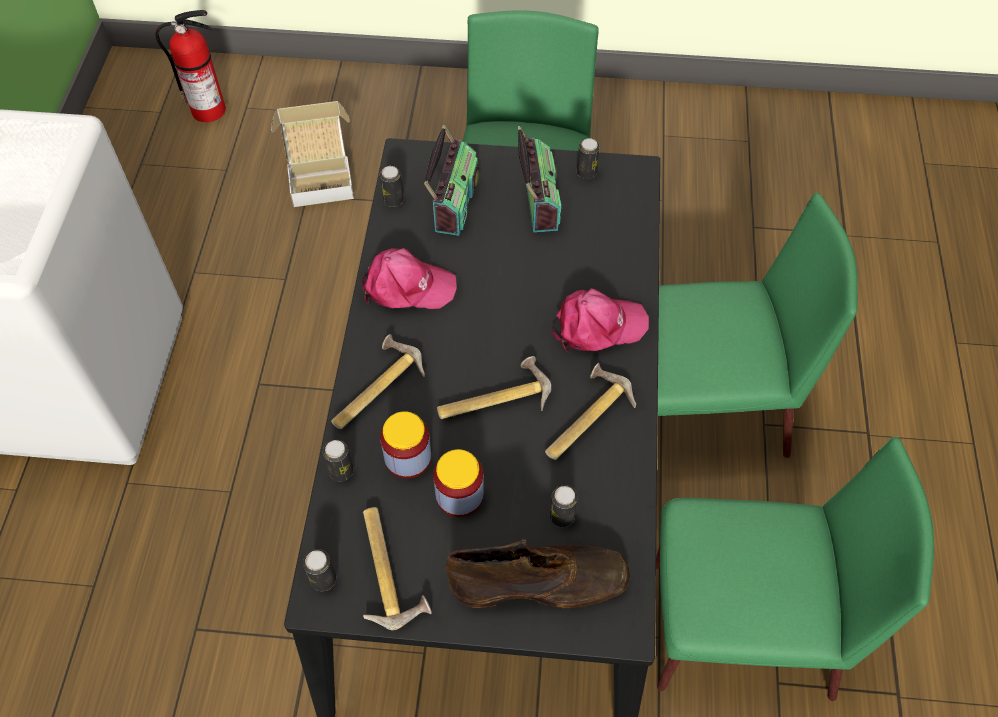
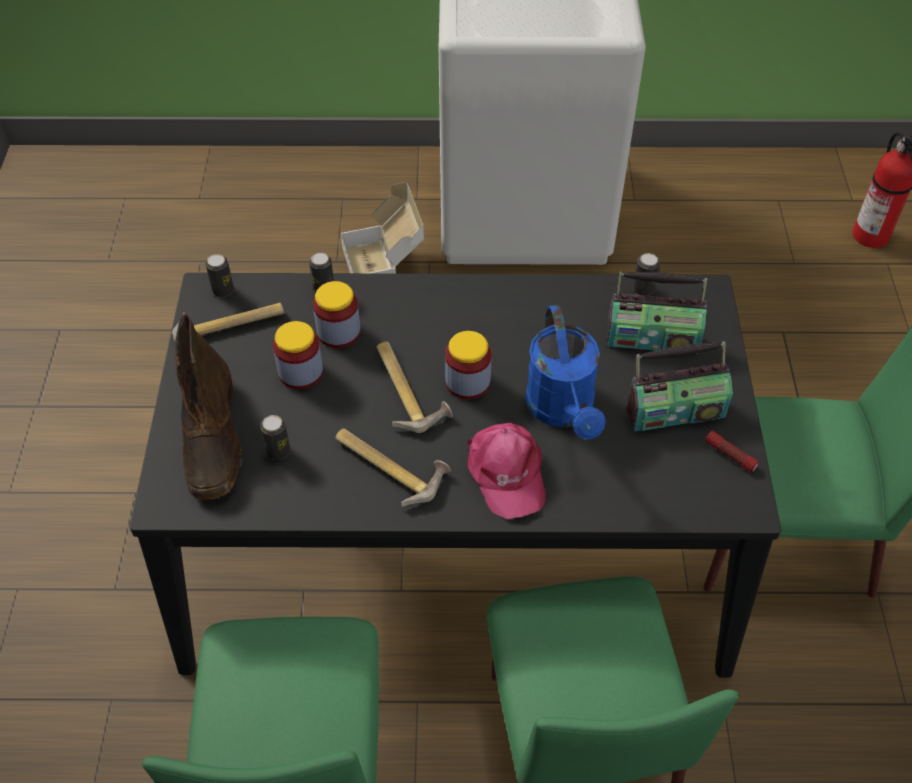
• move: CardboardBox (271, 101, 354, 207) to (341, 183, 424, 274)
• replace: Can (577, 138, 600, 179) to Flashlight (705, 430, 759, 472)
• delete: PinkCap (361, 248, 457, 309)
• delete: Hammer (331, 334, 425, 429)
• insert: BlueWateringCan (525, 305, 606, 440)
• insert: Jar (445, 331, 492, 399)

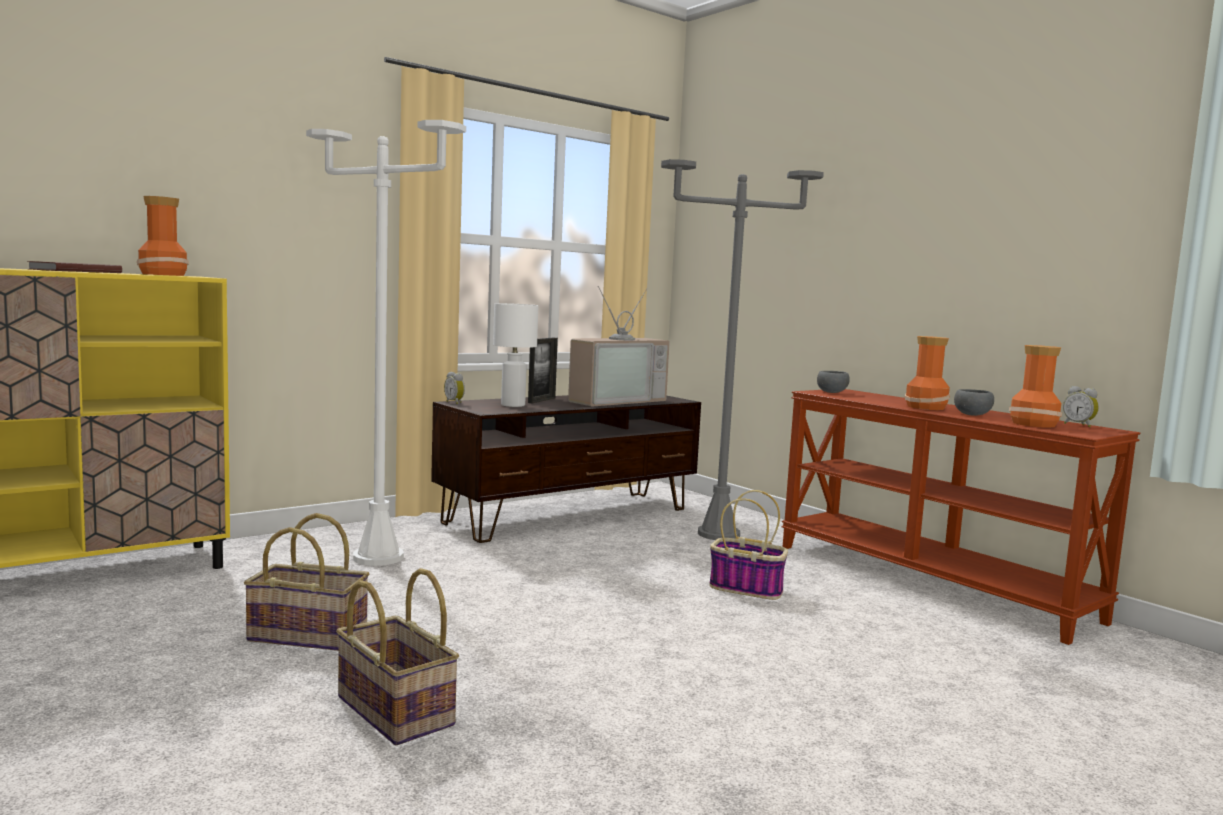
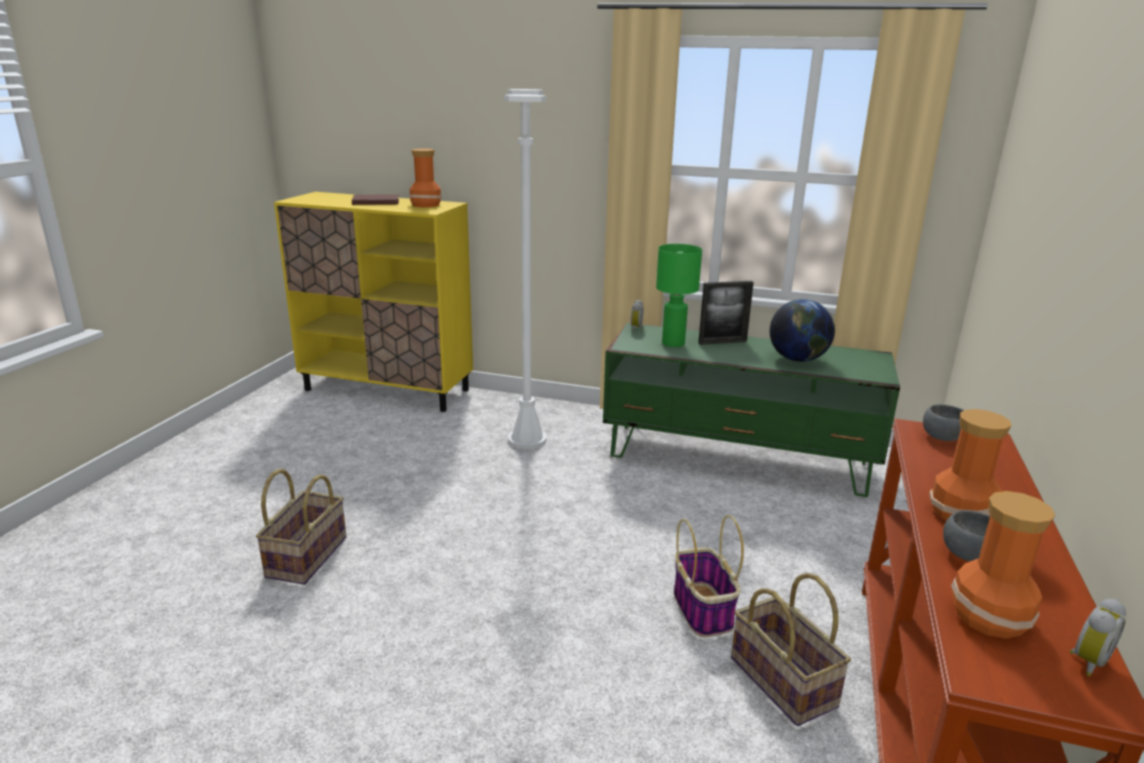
• delete: GreyFloorLamp (661, 159, 824, 540)
• replace: Television (568, 286, 670, 407) to Globe (770, 299, 835, 362)
• recolor: WhiteTableLamp (493, 303, 538, 407) to GreenTableLamp (656, 244, 702, 347)
• rotate: AlarmClock (1063, 386, 1099, 427) = (1069, 599, 1126, 676) 150 degrees counterclockwise
• recolor: BrownTvStand (431, 395, 701, 543) to GreenTvStand (603, 323, 900, 497)
• move: Basket (244, 513, 370, 651) to (731, 573, 851, 726)

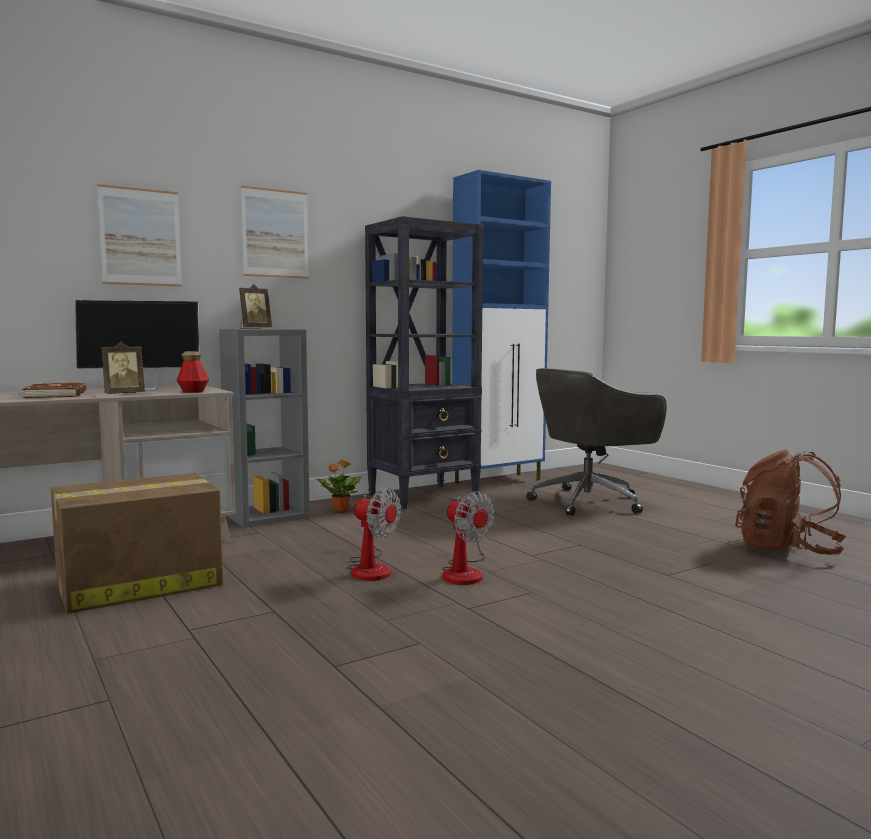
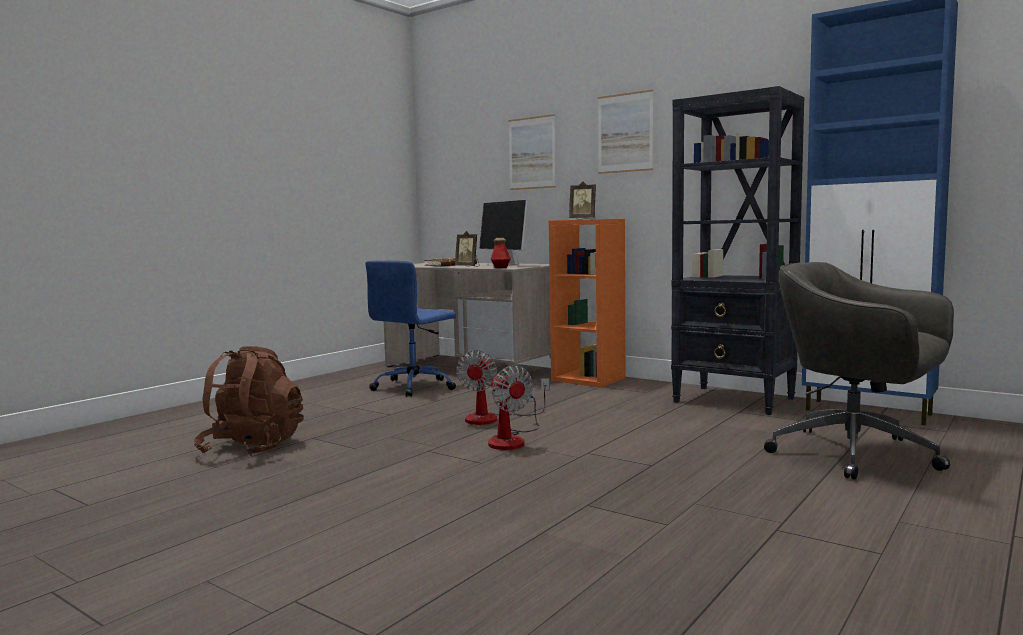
• recolor: GreyBookcase (219, 329, 310, 528) to OrangeBookcase (549, 219, 625, 387)
• move: BrownBackpack (735, 449, 846, 555) to (194, 346, 304, 456)
• delete: PottedPlant (317, 460, 362, 512)
• replace: CardboardBox (51, 473, 223, 614) to BlueOfficeChair (365, 260, 456, 397)
• rotate: Fan (442, 491, 494, 585) = (488, 365, 539, 450) 60 degrees counterclockwise

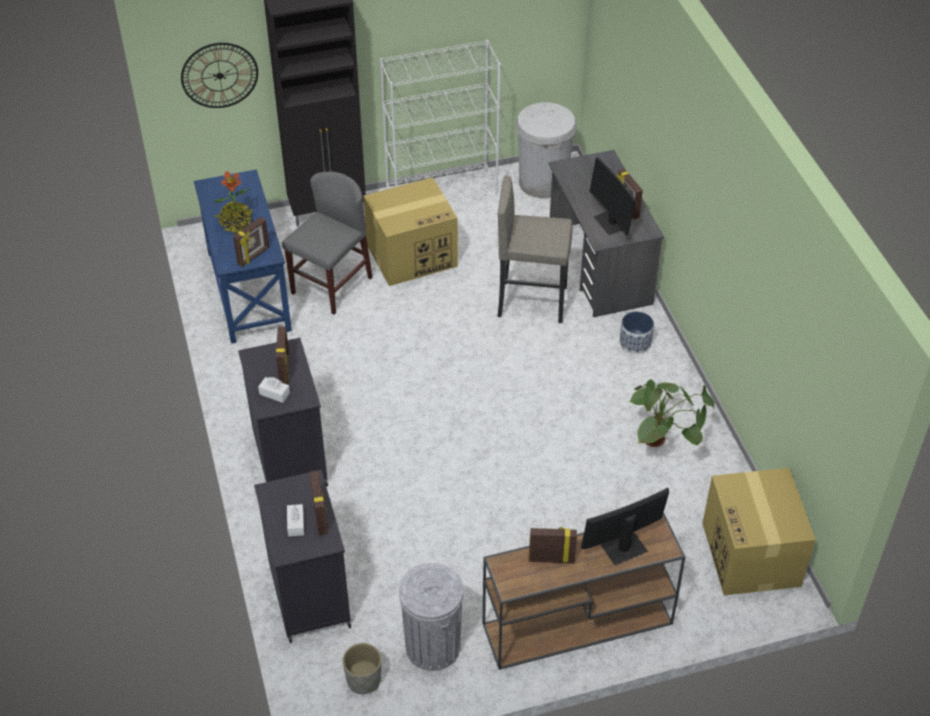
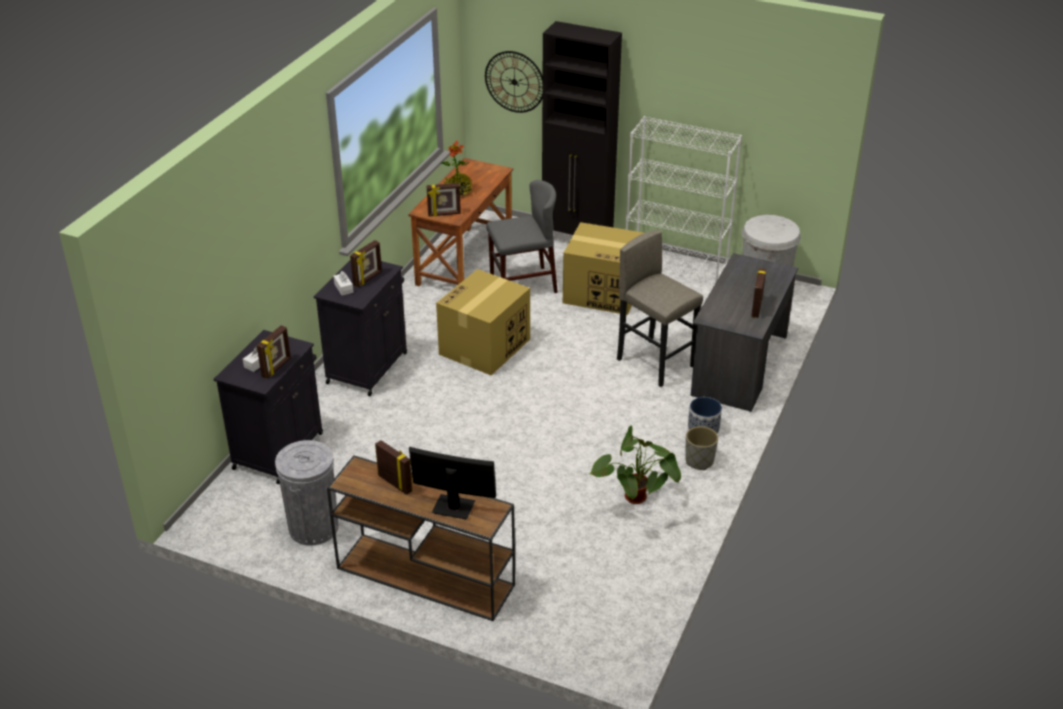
• delete: Monitor (589, 157, 636, 235)
• recolor: BlueDesk (194, 169, 292, 344) to BrownDesk (408, 158, 513, 286)
• move: CardboardBox (702, 468, 816, 595) to (436, 269, 530, 375)
• move: GreyPlanter (343, 643, 381, 694) to (685, 426, 718, 470)

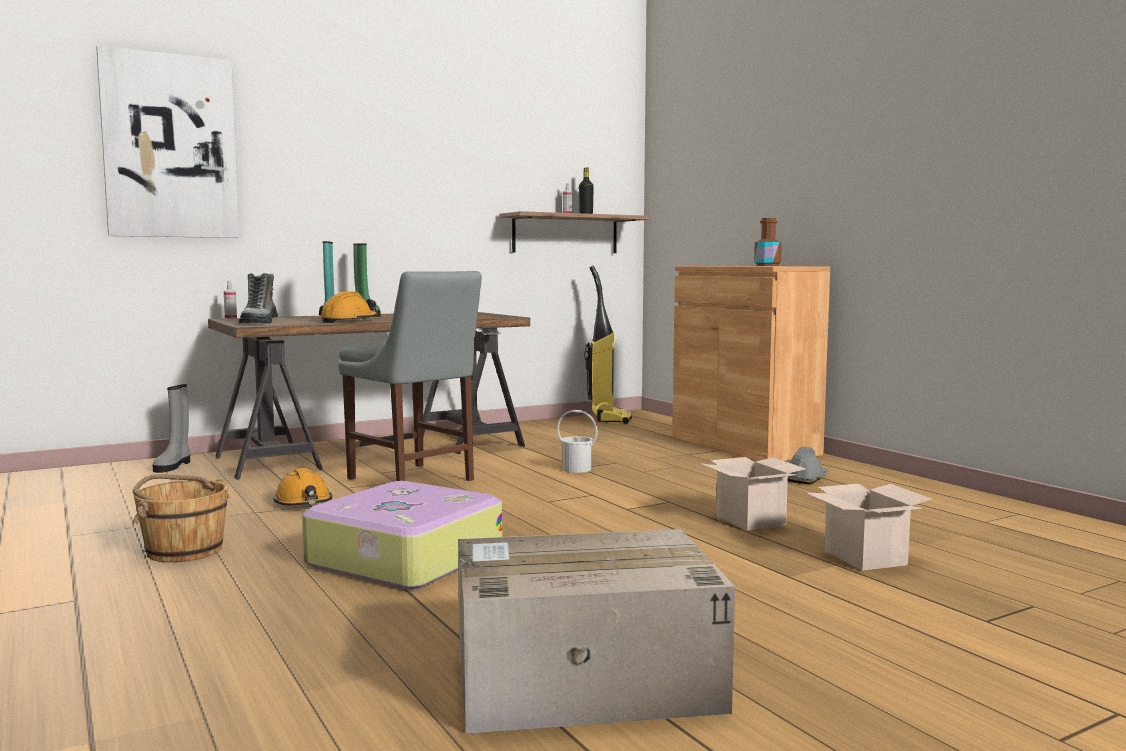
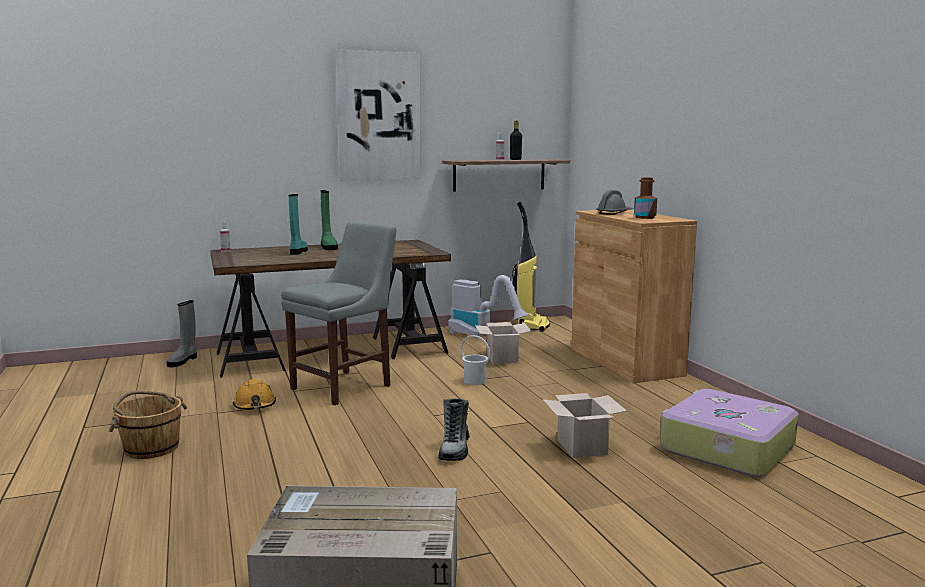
• move: Picture (96, 45, 240, 238) to (335, 50, 422, 180)
• rotate: GreyChair (338, 271, 482, 481) = (281, 222, 396, 405) 105 degrees counterclockwise
• move: Boot (239, 273, 278, 323) to (438, 398, 470, 461)
• delete: OrangeHardHat (319, 291, 378, 323)
• move: GreyHardHat (788, 447, 829, 484) to (596, 190, 633, 215)
• move: Suitcase (302, 481, 502, 589) to (660, 389, 799, 477)
• move: CardboardBox (806, 484, 932, 571) to (475, 322, 531, 364)
• insert: VacuumCleaner (448, 275, 529, 338)

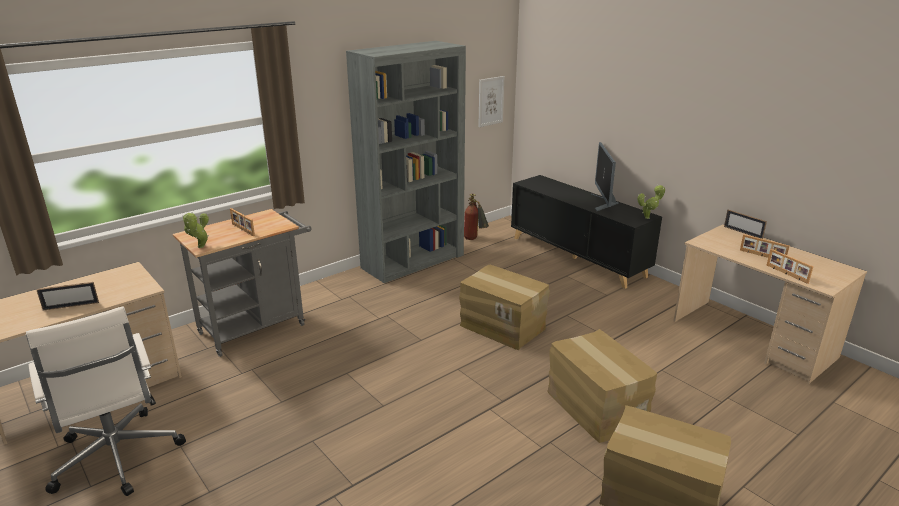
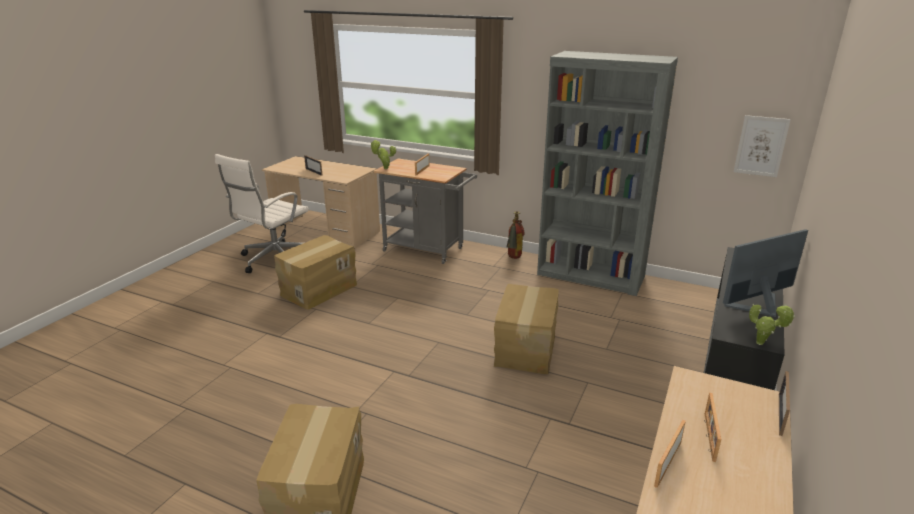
• move: FireExtinguisher (464, 194, 489, 240) to (507, 212, 525, 259)
• move: CardboardBox (547, 329, 657, 443) to (274, 235, 357, 310)

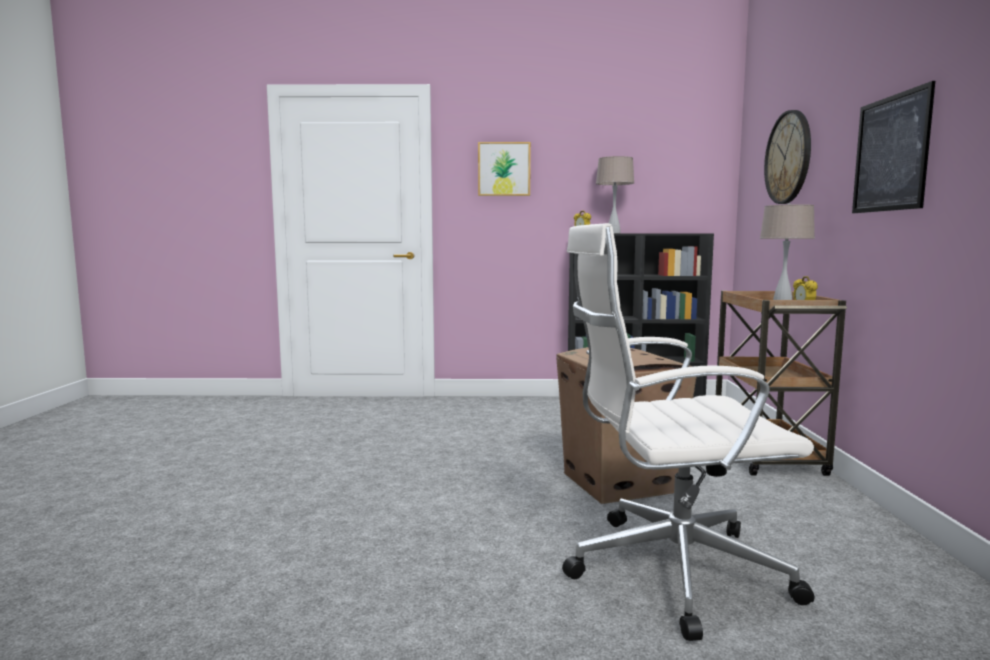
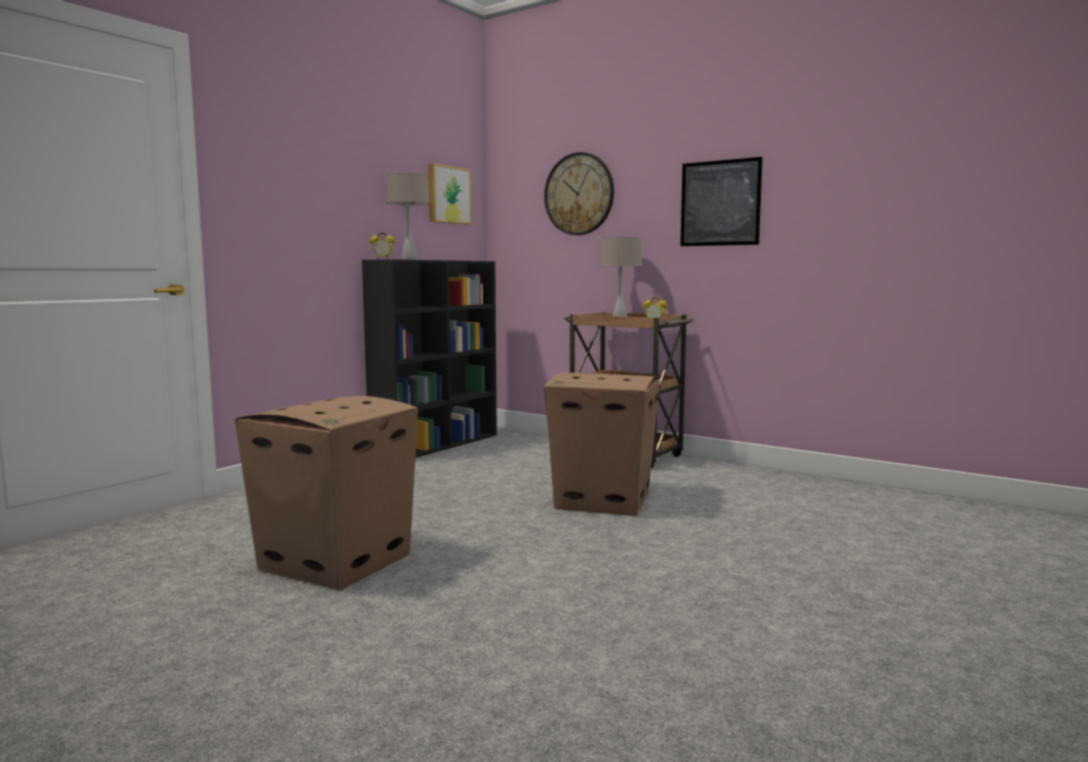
• move: Picture (478, 142, 531, 196) to (428, 163, 472, 225)
• delete: WhiteOfficeChair (562, 223, 815, 641)
• insert: CardboardBox (234, 396, 418, 591)

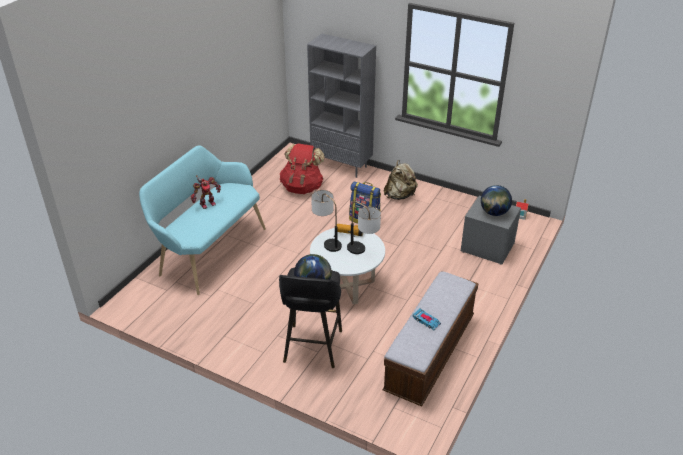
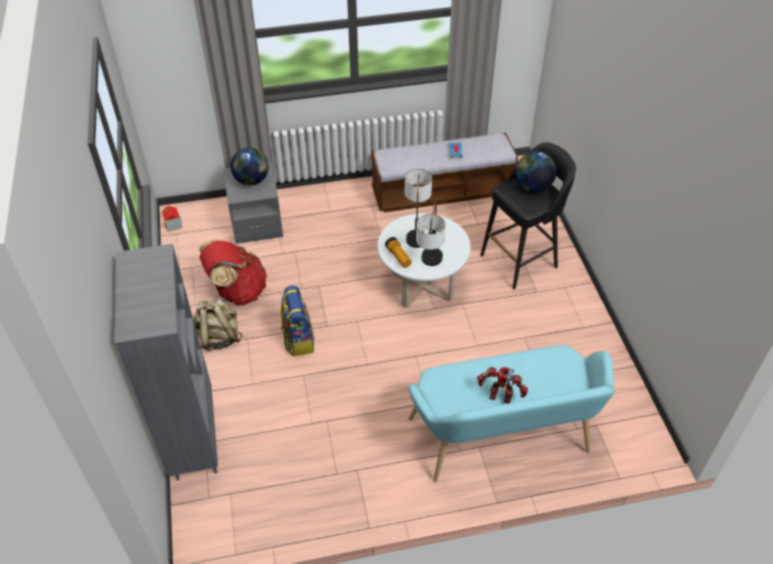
• move: RedBackpack (280, 144, 325, 194) to (199, 239, 267, 306)

